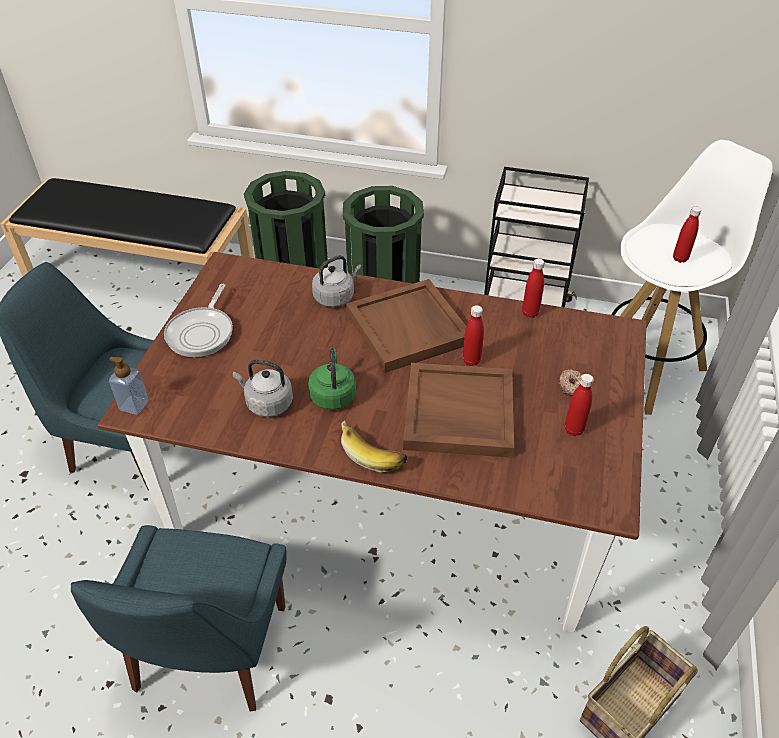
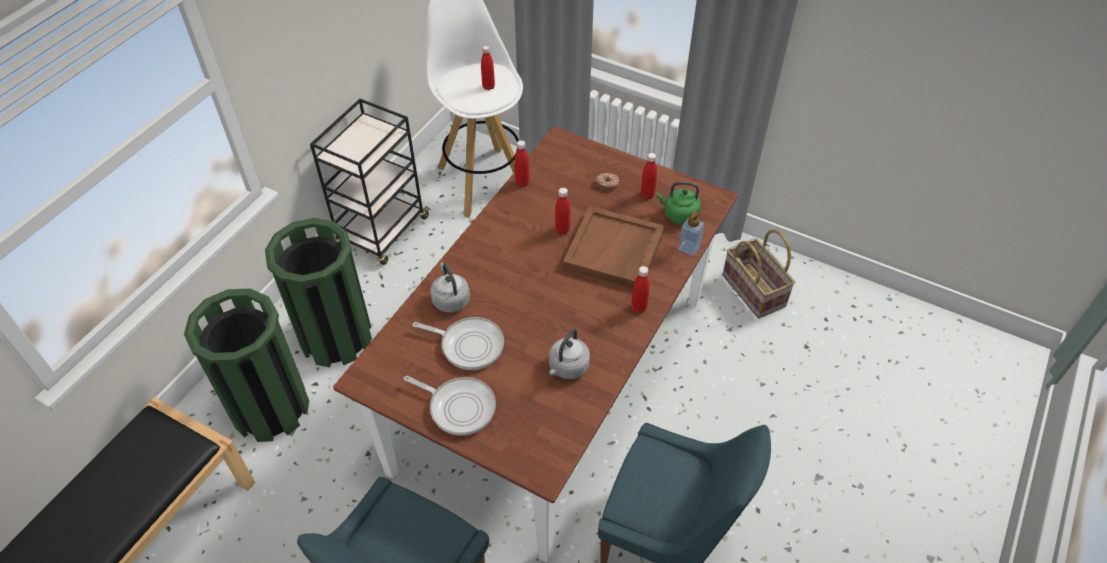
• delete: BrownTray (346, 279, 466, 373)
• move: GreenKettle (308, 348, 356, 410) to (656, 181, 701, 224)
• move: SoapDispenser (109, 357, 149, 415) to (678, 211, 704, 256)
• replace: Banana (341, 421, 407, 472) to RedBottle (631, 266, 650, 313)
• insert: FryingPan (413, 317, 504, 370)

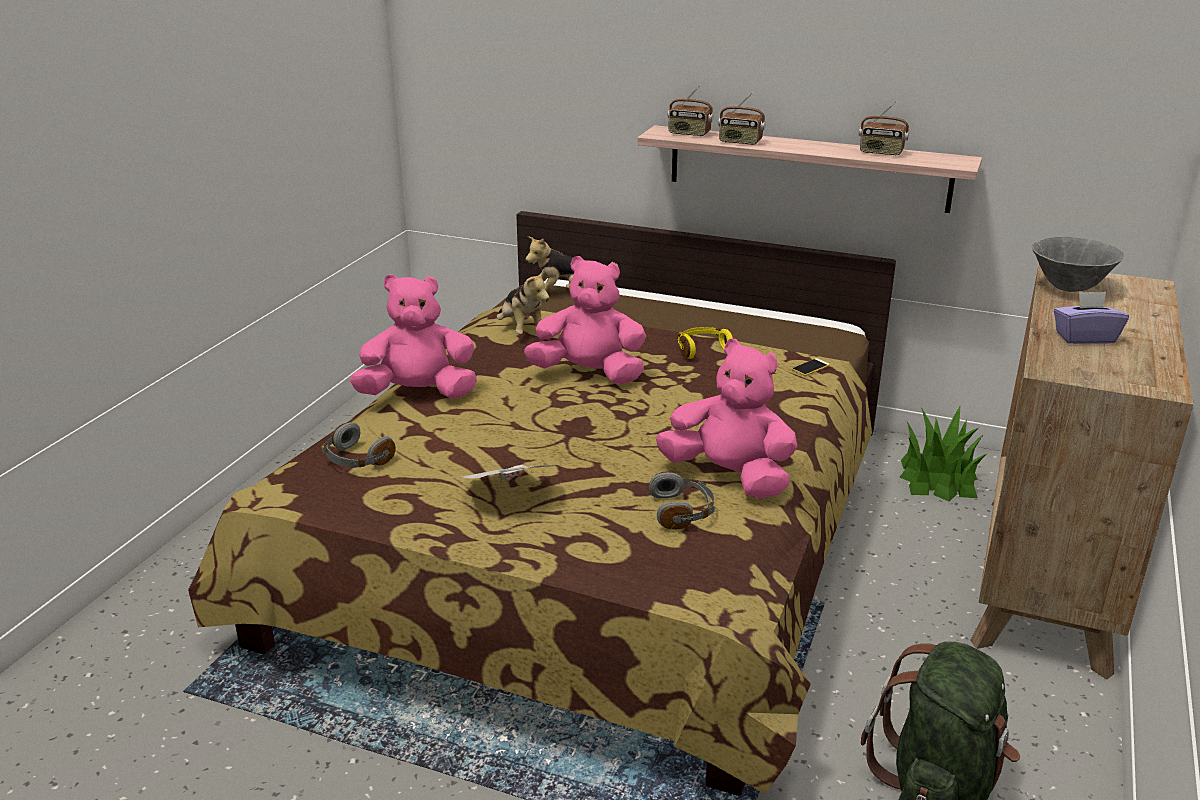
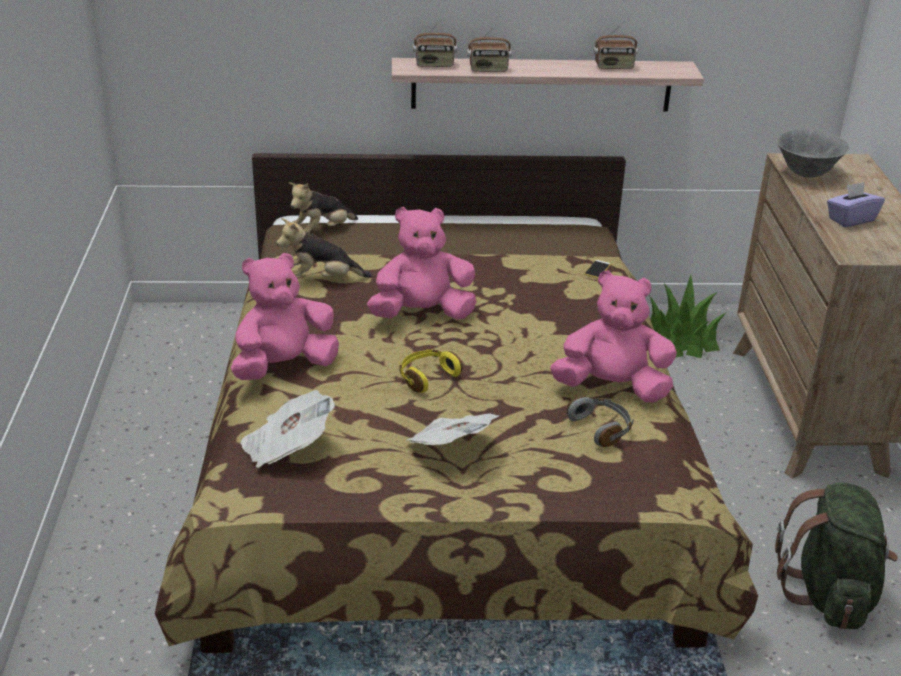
• rotate: PlushToy (497, 269, 549, 334) = (276, 218, 372, 278) 135 degrees clockwise
• move: YellowHeadphones (678, 327, 735, 359) to (399, 349, 462, 393)
• replace: GreyHeadphones (322, 422, 396, 468) to Newspaper (240, 390, 335, 468)

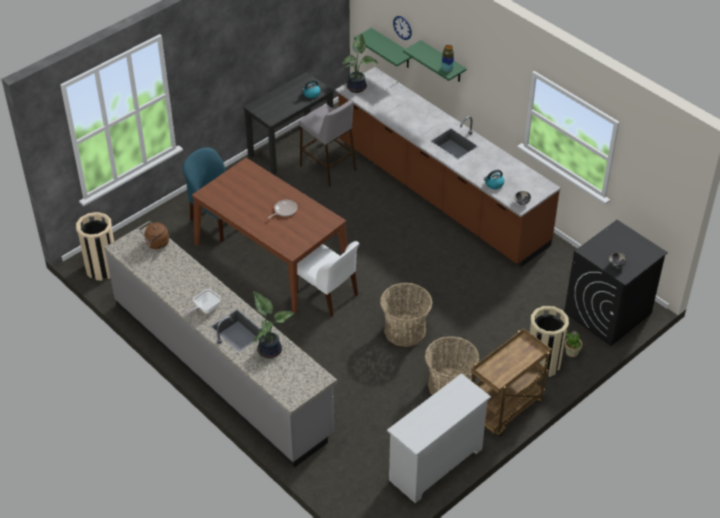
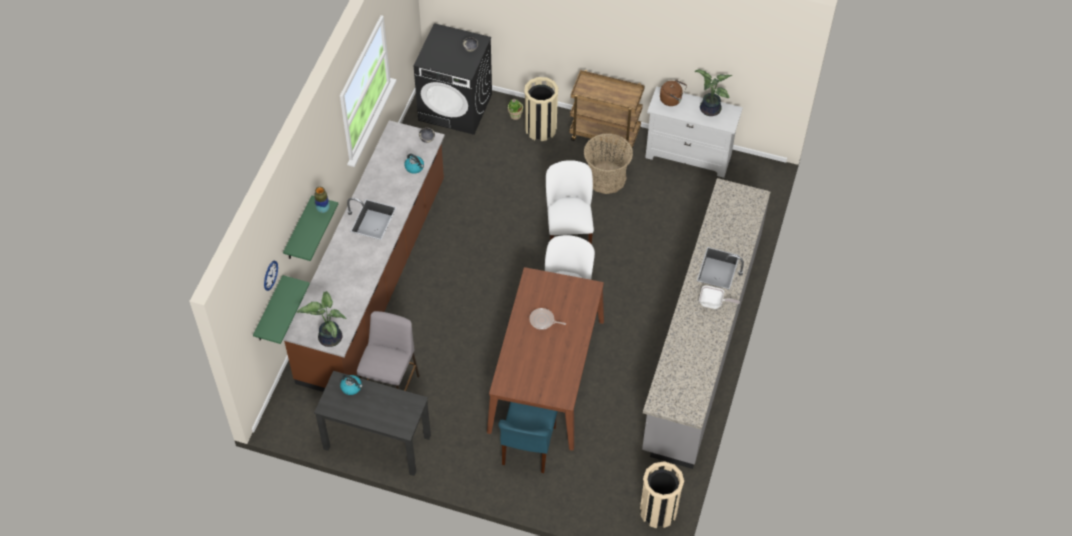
• move: BrownKettle (139, 222, 169, 249) to (660, 80, 687, 106)
• replace: Basket (380, 283, 432, 347) to WhiteChair (546, 160, 594, 244)
• move: PottedPlant (253, 291, 294, 358) to (695, 70, 732, 116)

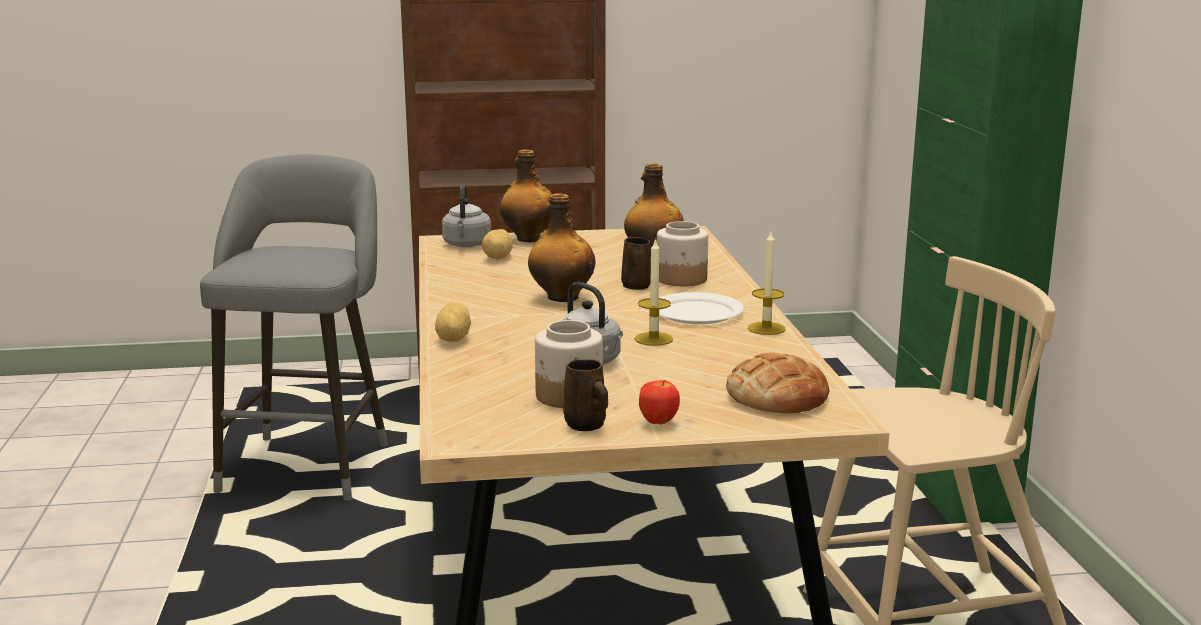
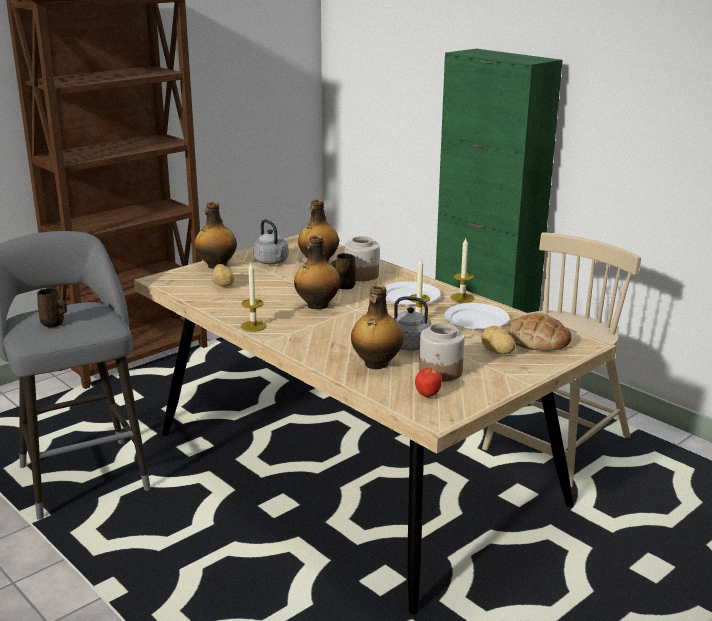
• move: GreyKettle (442, 184, 491, 247) to (253, 219, 289, 264)
• move: Potato (435, 302, 471, 342) to (481, 326, 516, 355)
• move: BrownMug (563, 359, 608, 431) to (37, 288, 67, 327)
• move: Apple (639, 380, 680, 425) to (415, 368, 442, 397)
• insert: Candle (241, 263, 267, 332)
• insert: Bottle (351, 285, 404, 369)
• insert: WhitePlate (444, 303, 509, 330)

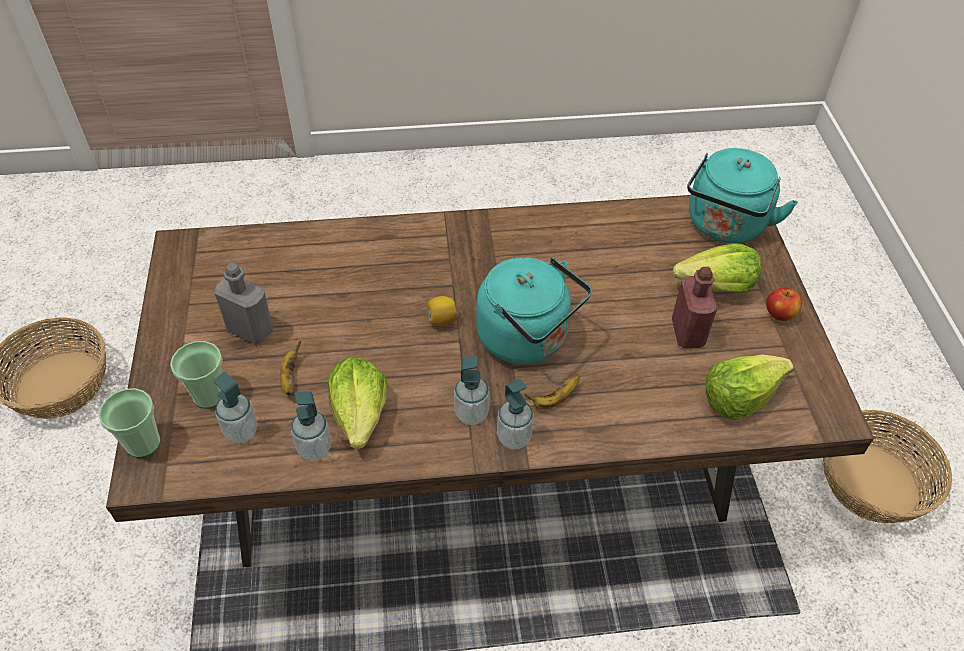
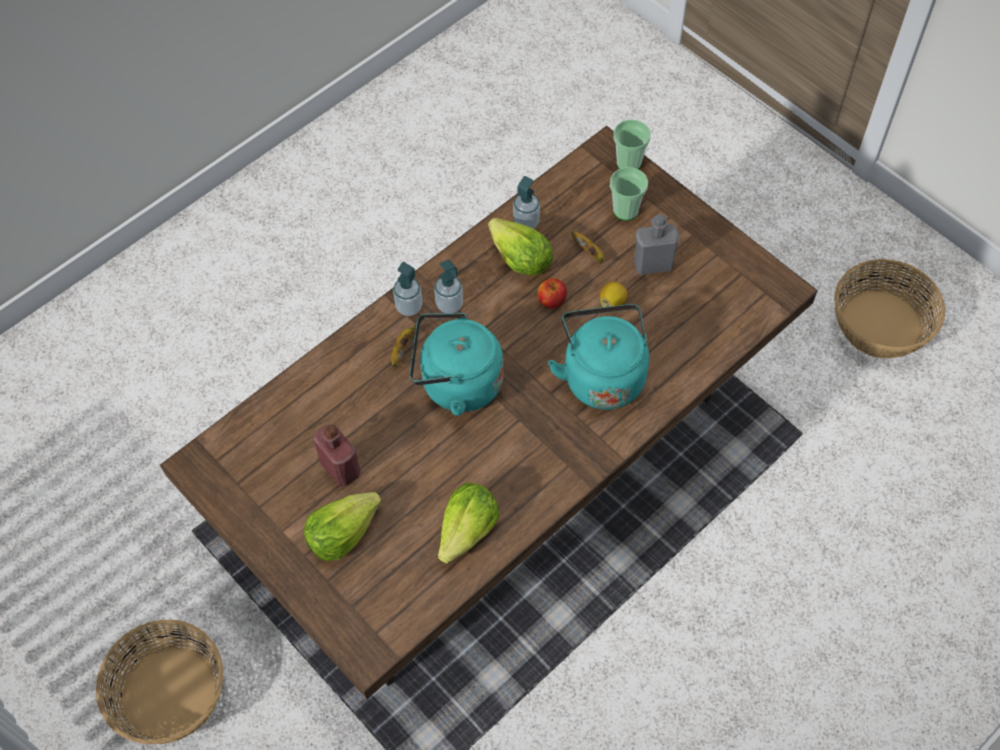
• move: TurquoiseKettle (687, 148, 798, 243) to (548, 304, 649, 410)
• move: Apple (766, 288, 802, 321) to (537, 278, 567, 309)
• move: Lemon (427, 296, 459, 326) to (599, 281, 628, 307)
• move: Lettuce (706, 355, 794, 419) to (438, 483, 499, 563)
• delete: SoapDispenser (214, 372, 257, 443)

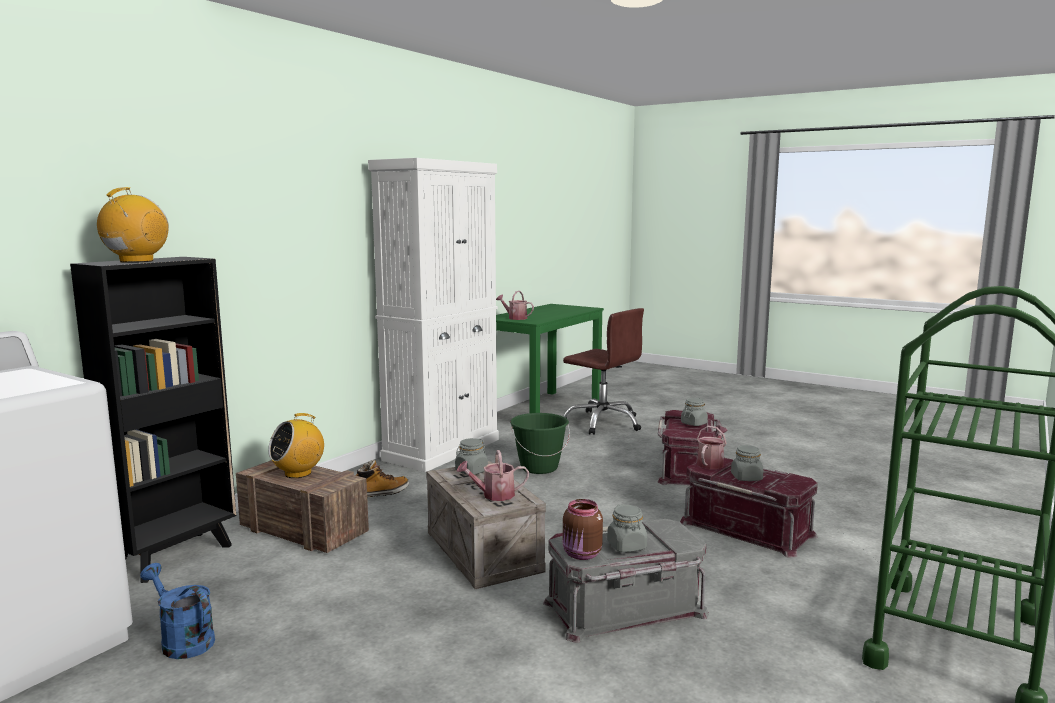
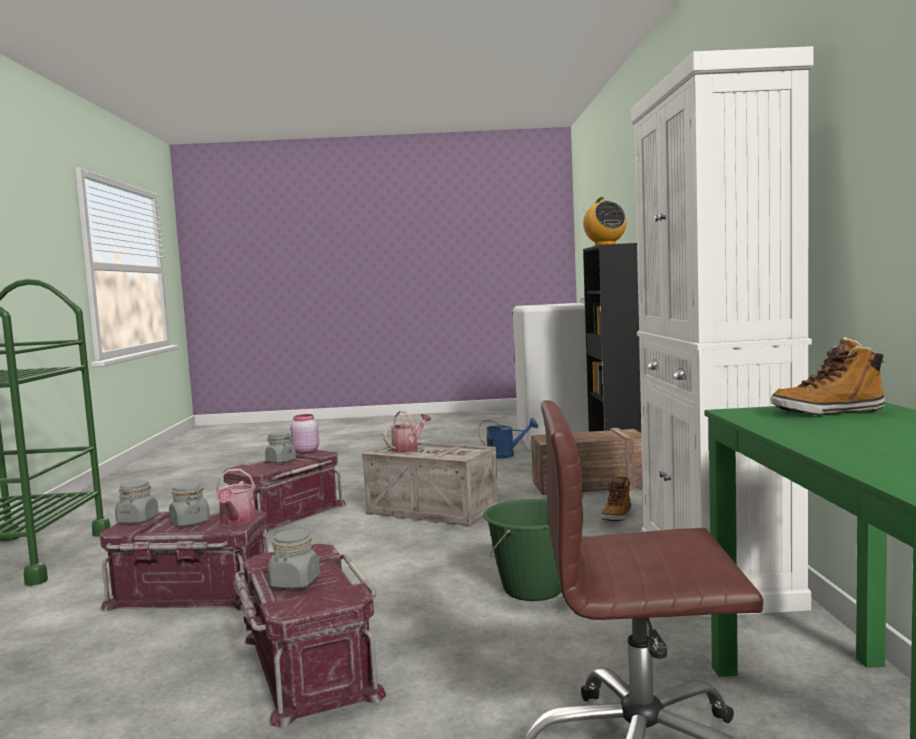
• replace: WateringCan (496, 291, 534, 320) to Boot (771, 337, 885, 415)
• delete: Radio (268, 413, 324, 478)
• move: GreyJar (455, 438, 488, 475) to (115, 480, 159, 523)
• recolor: BrownJar (563, 499, 603, 560) to PinkJar (290, 414, 319, 454)
• recolor: GreyStorageBox (543, 519, 709, 643) to RedStorageBox (223, 450, 346, 535)

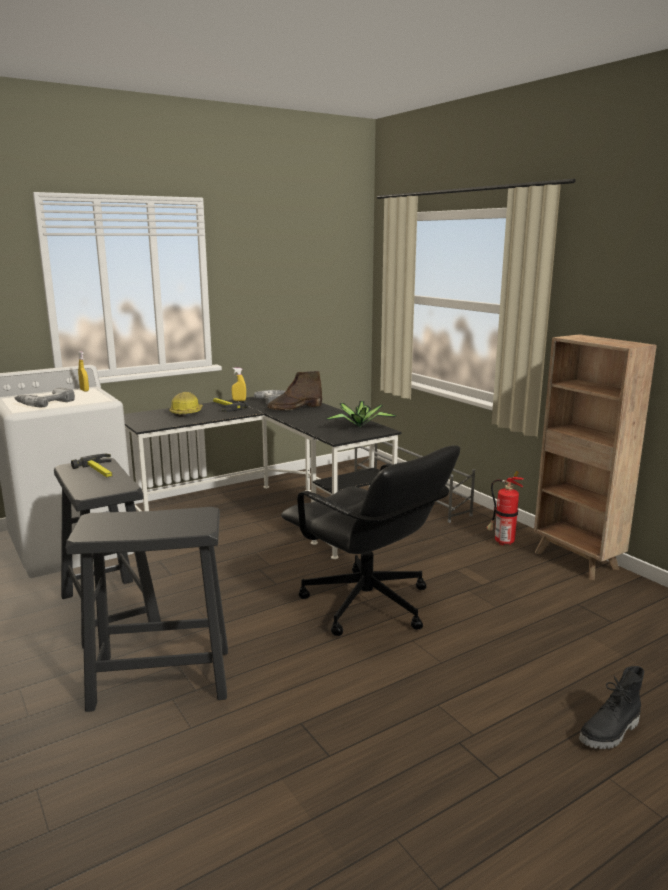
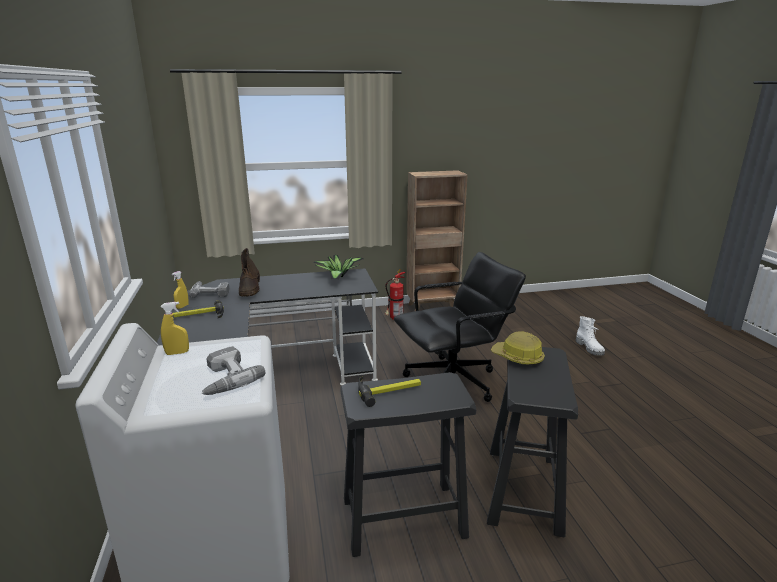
• move: HardHat (170, 392, 203, 417) to (491, 331, 545, 366)
• recolor: BlackBoot (579, 666, 644, 749) to WhiteBoot (576, 316, 605, 356)

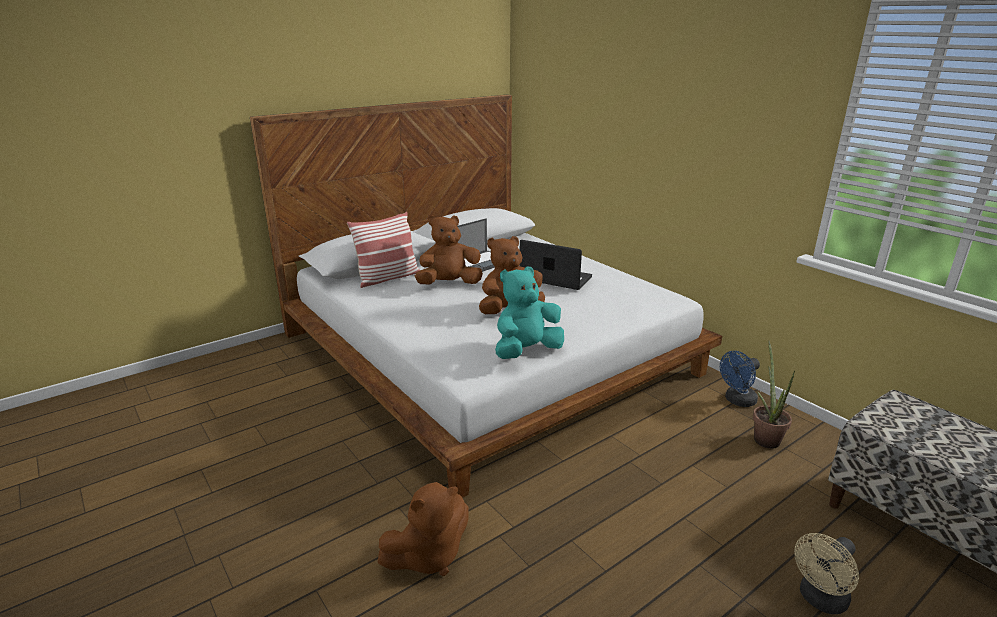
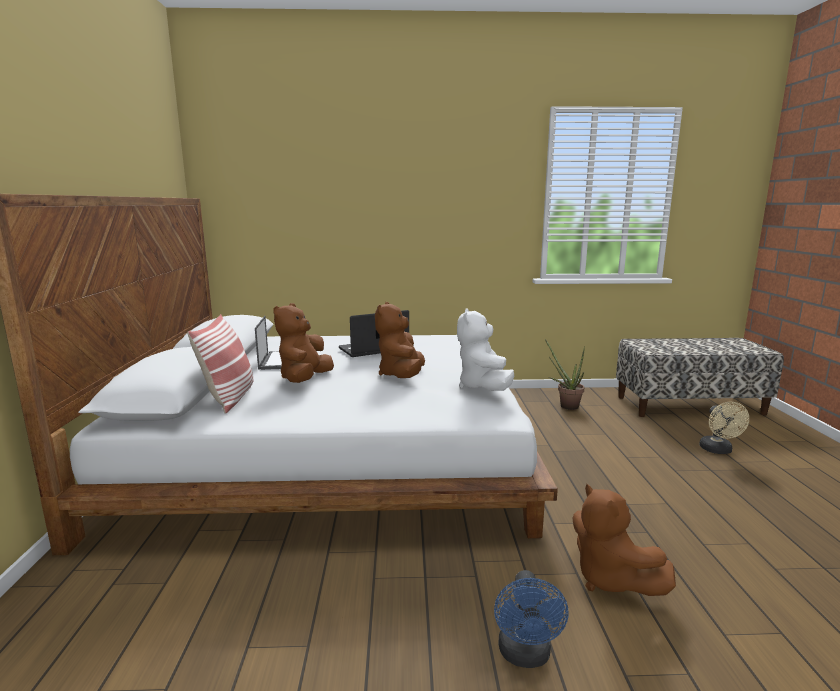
• recolor: TurquoisePlushToy (495, 266, 564, 359) to WhitePlushToy (457, 309, 514, 391)
• move: BlueFan (720, 351, 760, 407) to (494, 570, 568, 668)
• rotate: BrownPlushToy (377, 482, 469, 576) = (572, 484, 676, 596) 150 degrees clockwise

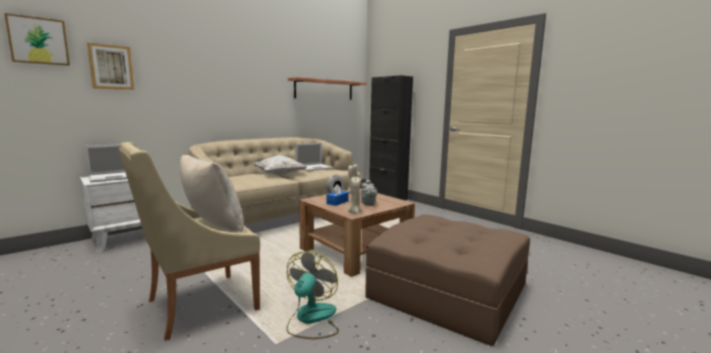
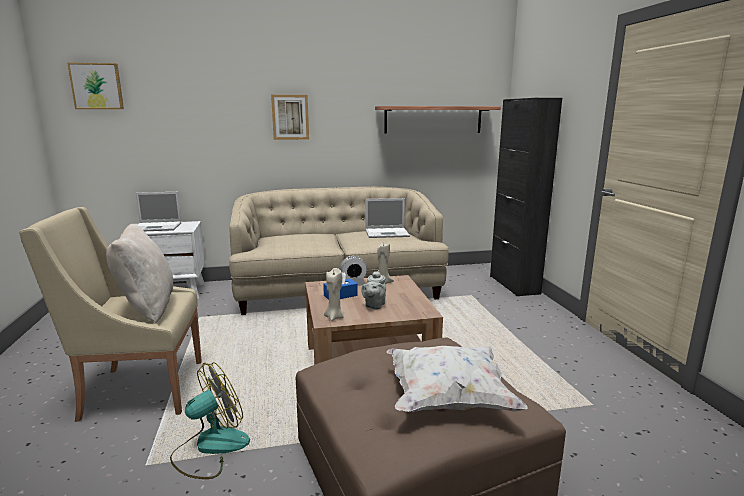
• move: Picture (87, 43, 134, 90) to (271, 95, 309, 140)
• move: WhitePillow (253, 155, 307, 175) to (387, 346, 527, 412)

